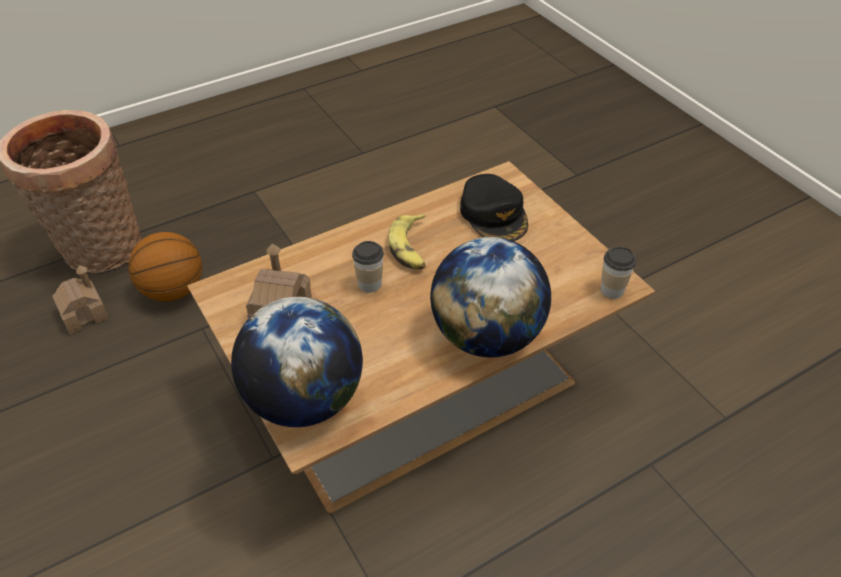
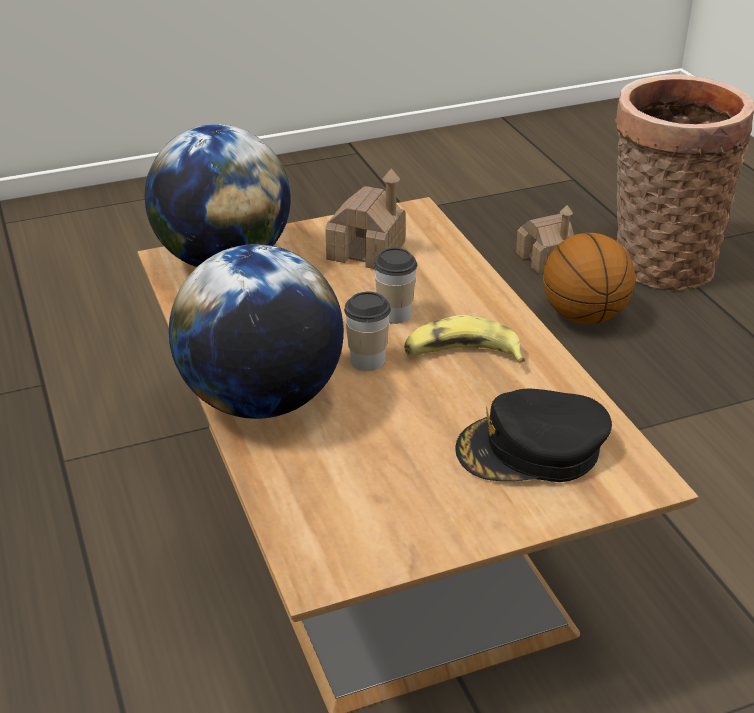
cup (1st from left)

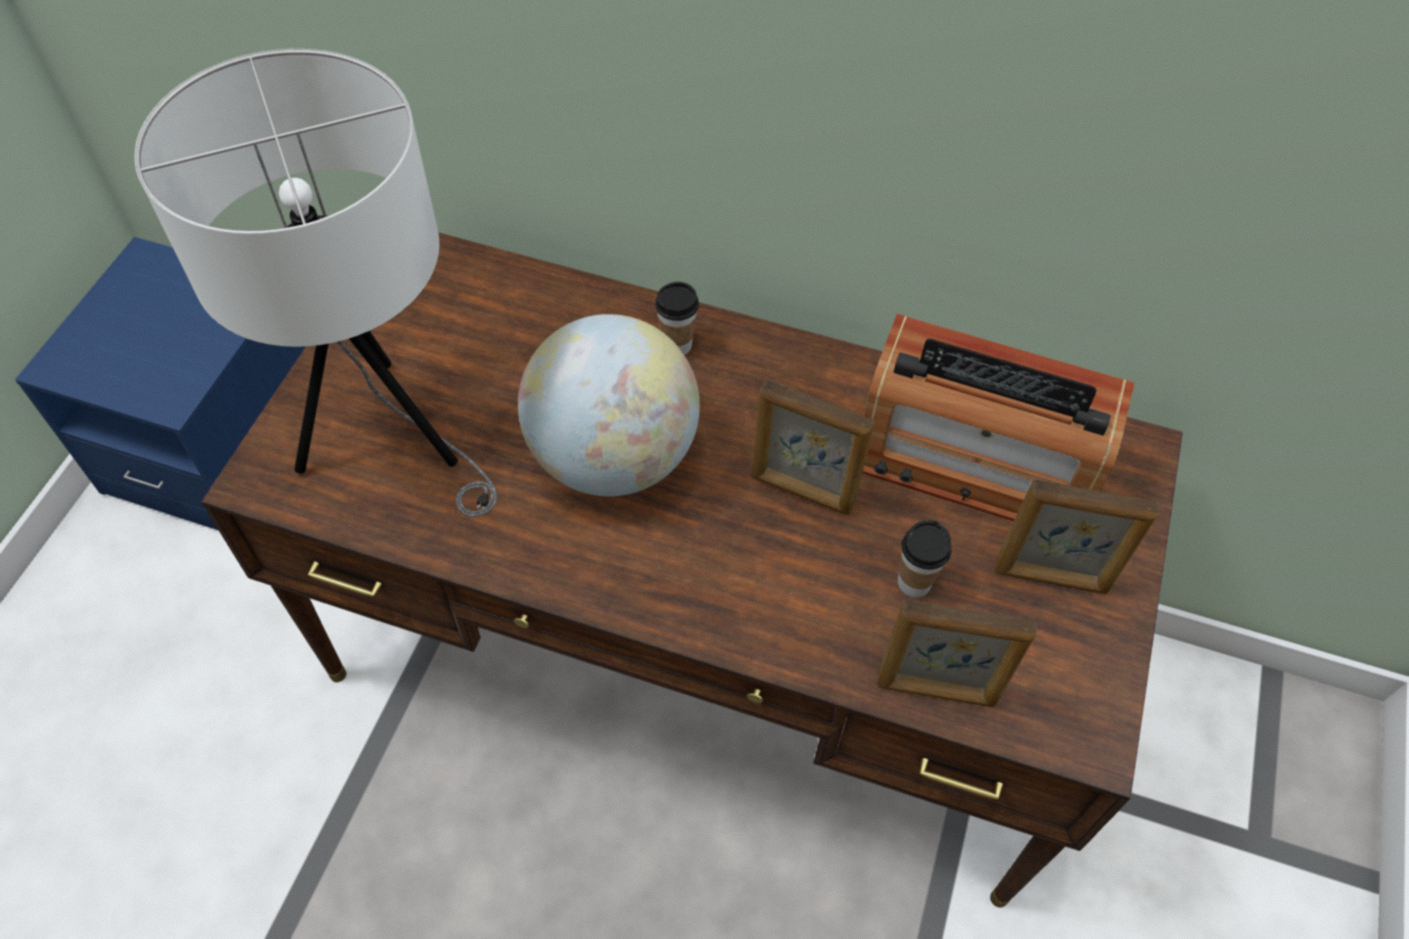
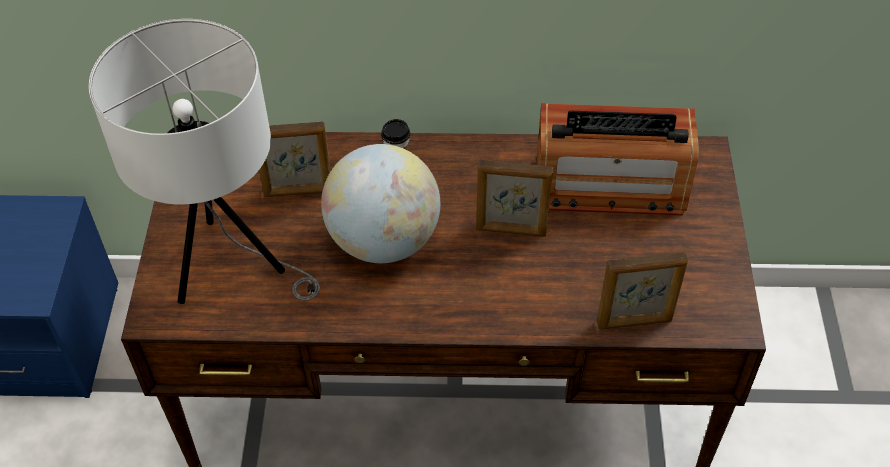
picture frame (1st from left); cup (2nd from left in the first image)

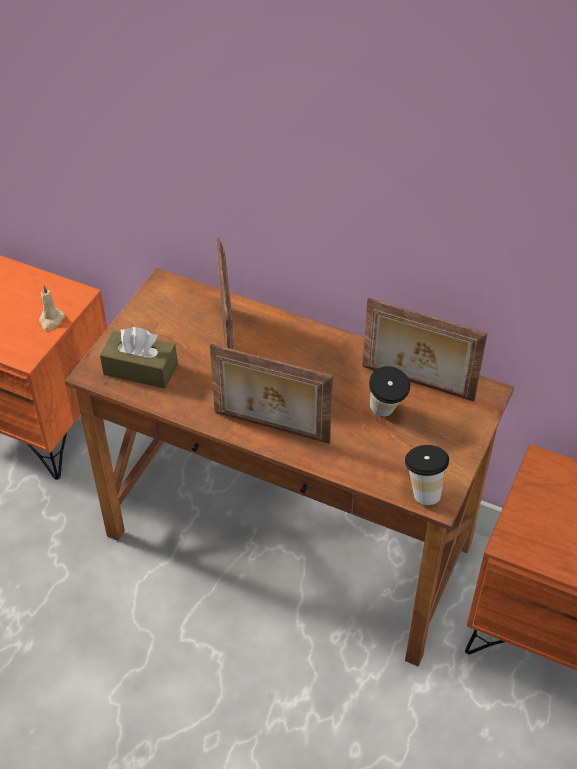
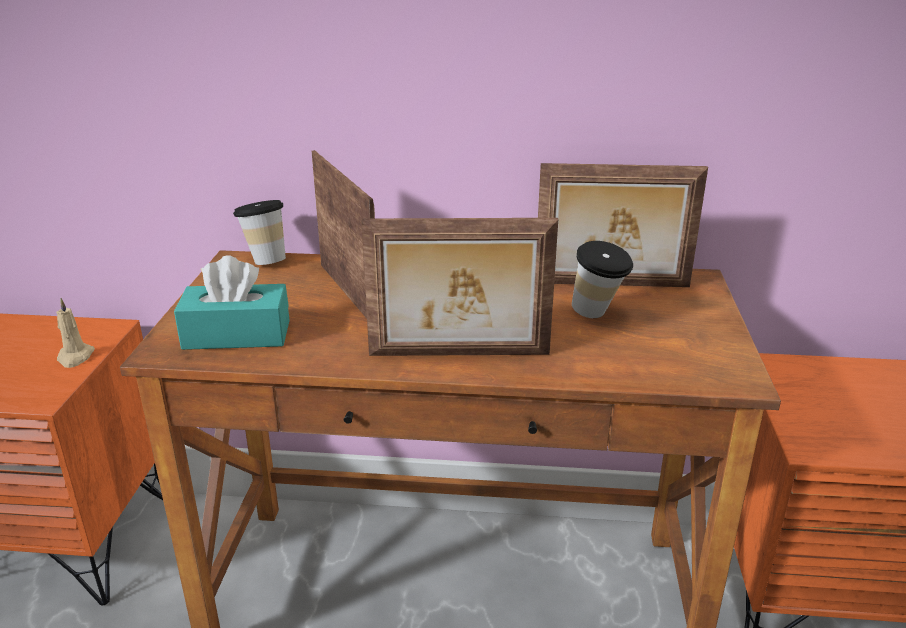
turquoise tissue box; cup (1st from left)

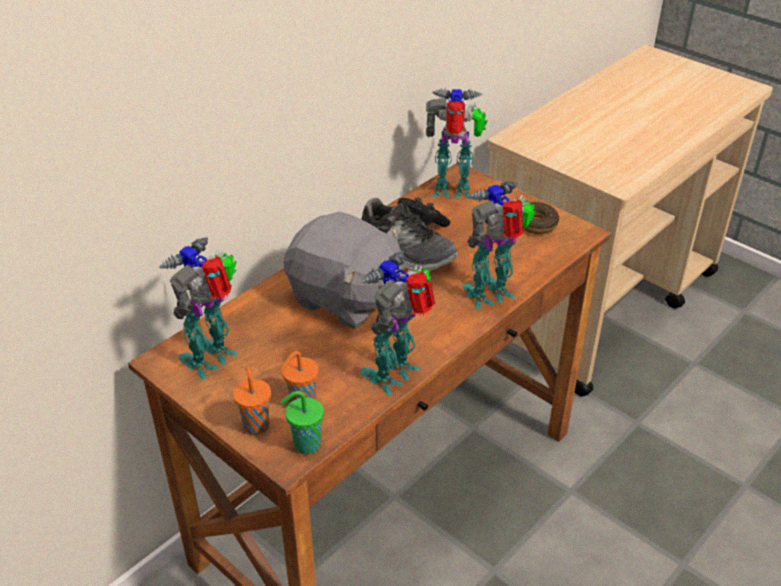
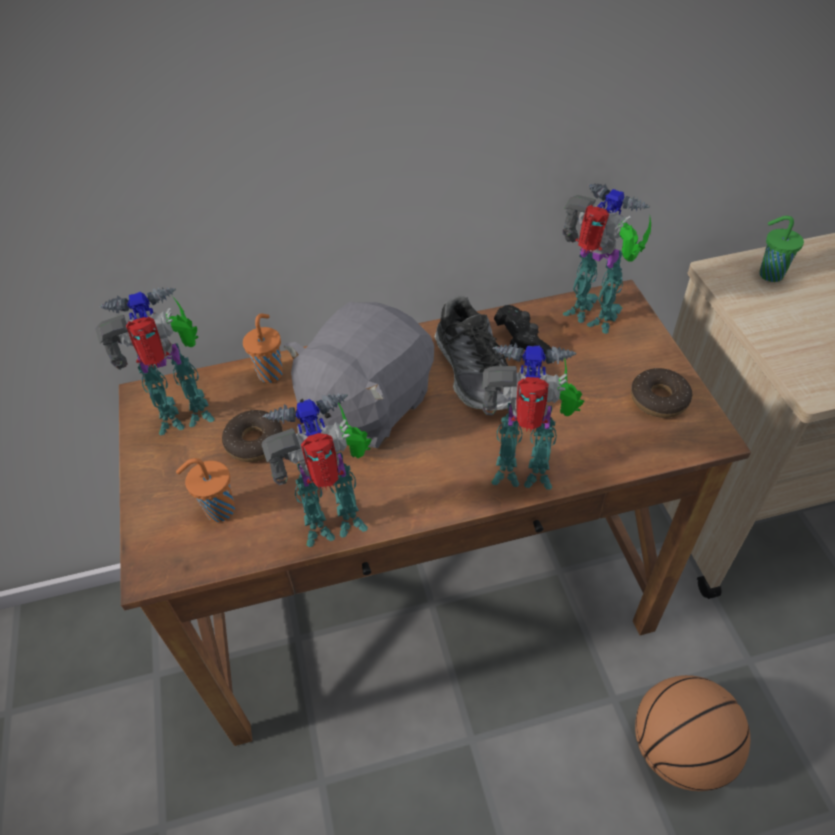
donut (1st from left); orange cup (2nd from left); grey plush toy; basketball; green cup

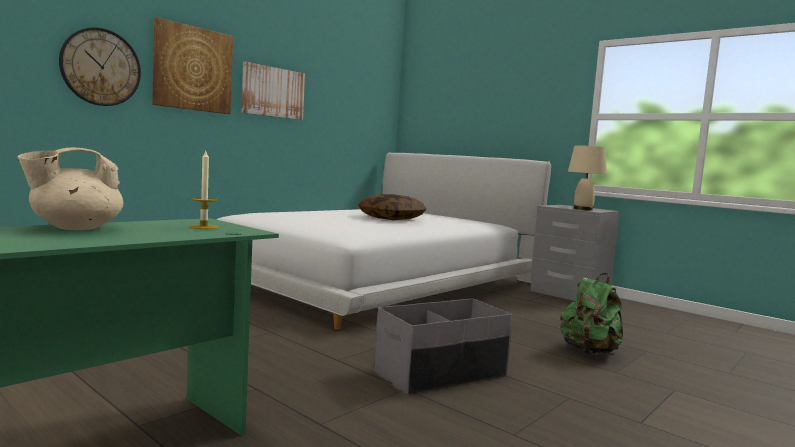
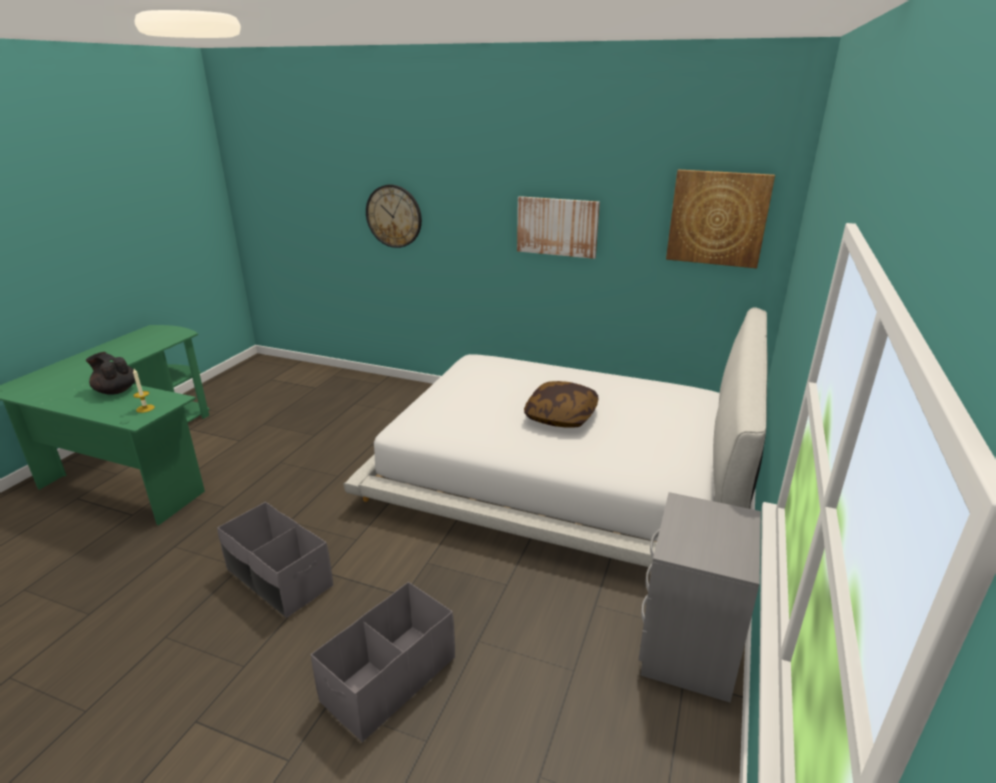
black teapot; grey storage box (2nd from left); picture (2nd from left); beige table lamp

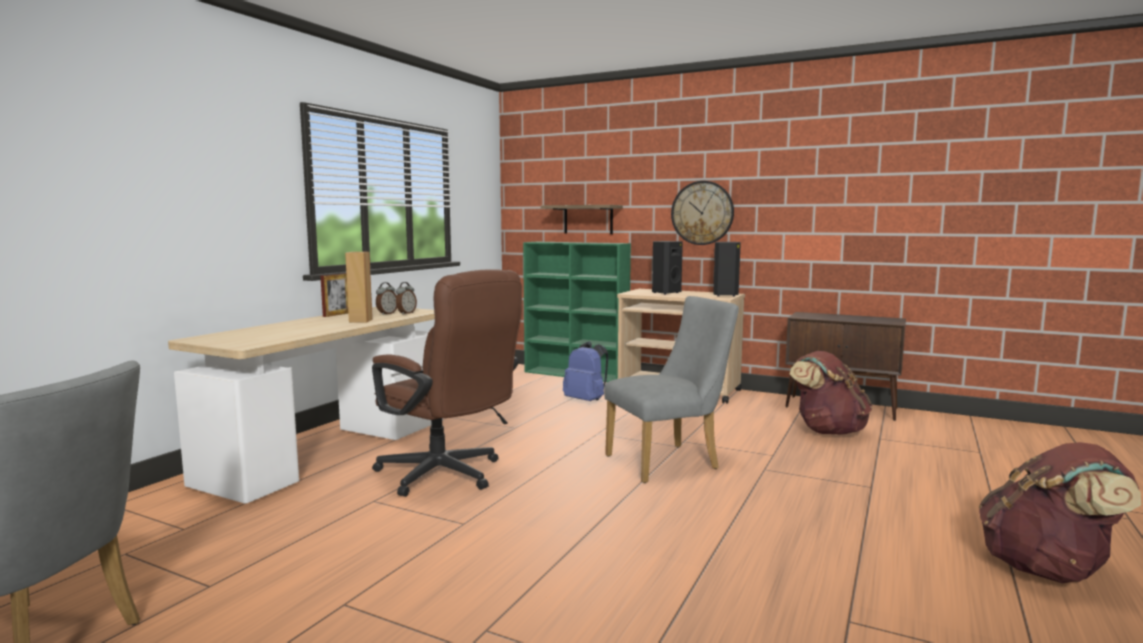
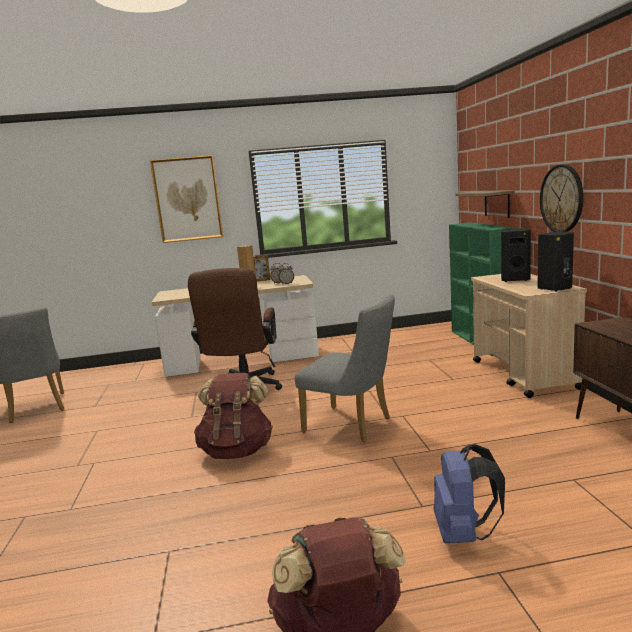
picture; brown backpack (1st from left); blue backpack

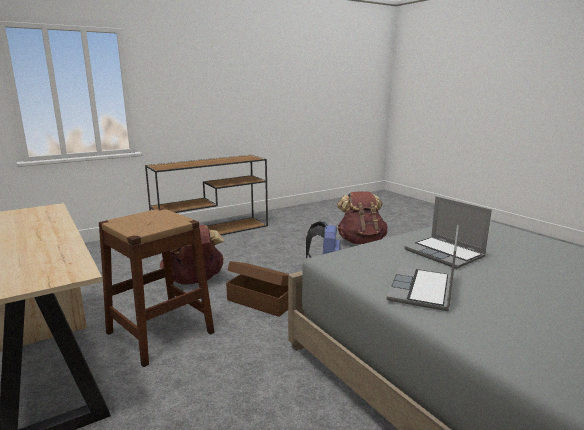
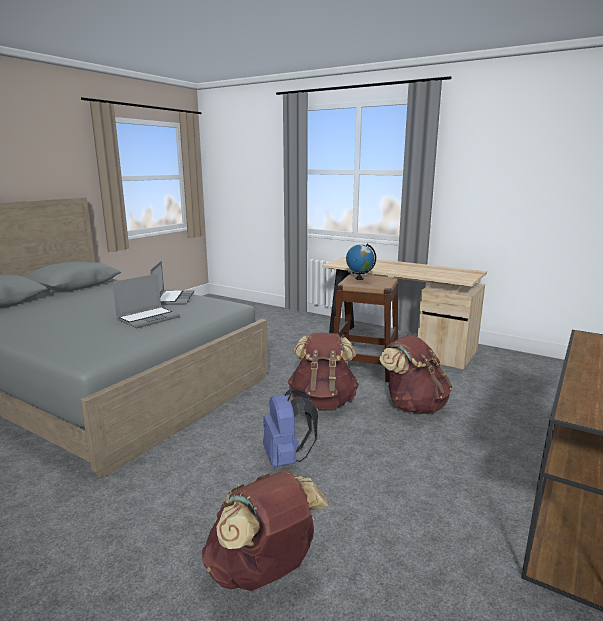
laptop (1st from left); brown backpack (2nd from left); globe

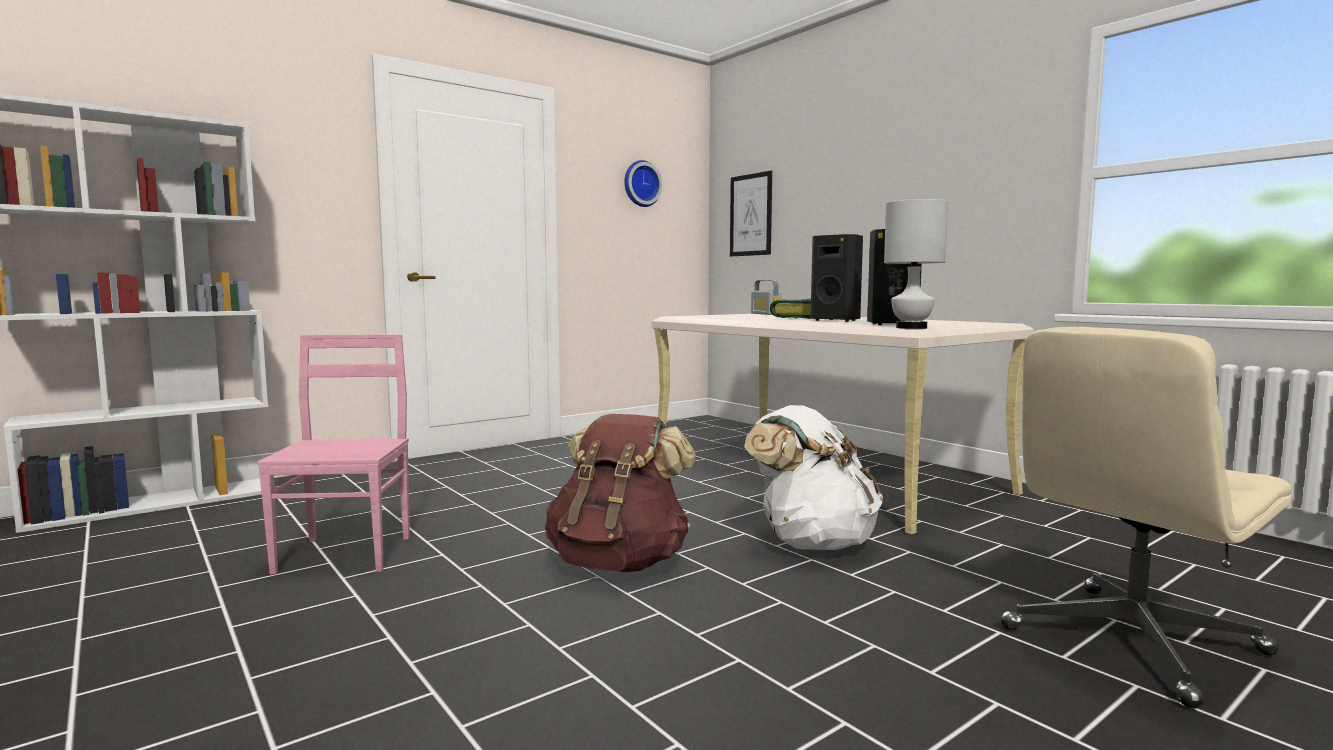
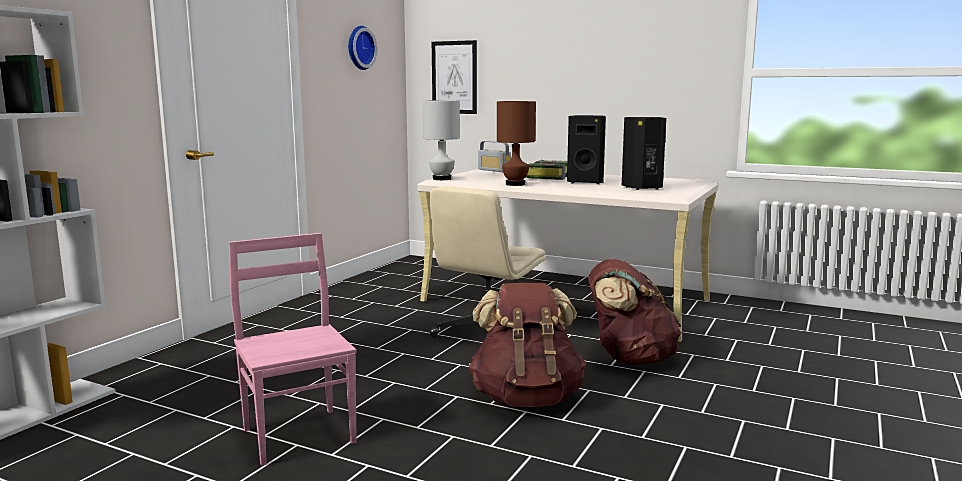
white table lamp; beige office chair; brown table lamp; brown backpack (2nd from left)

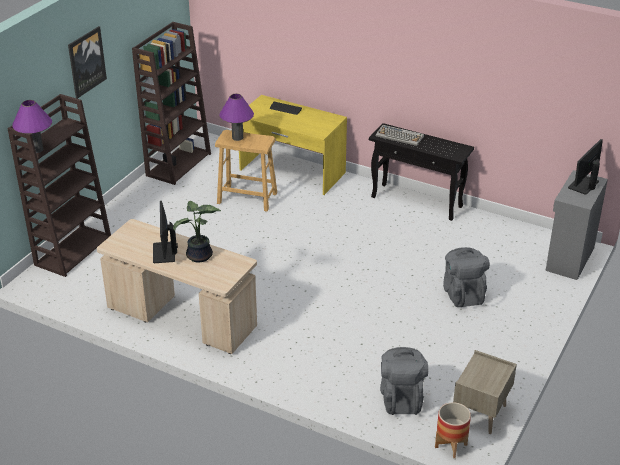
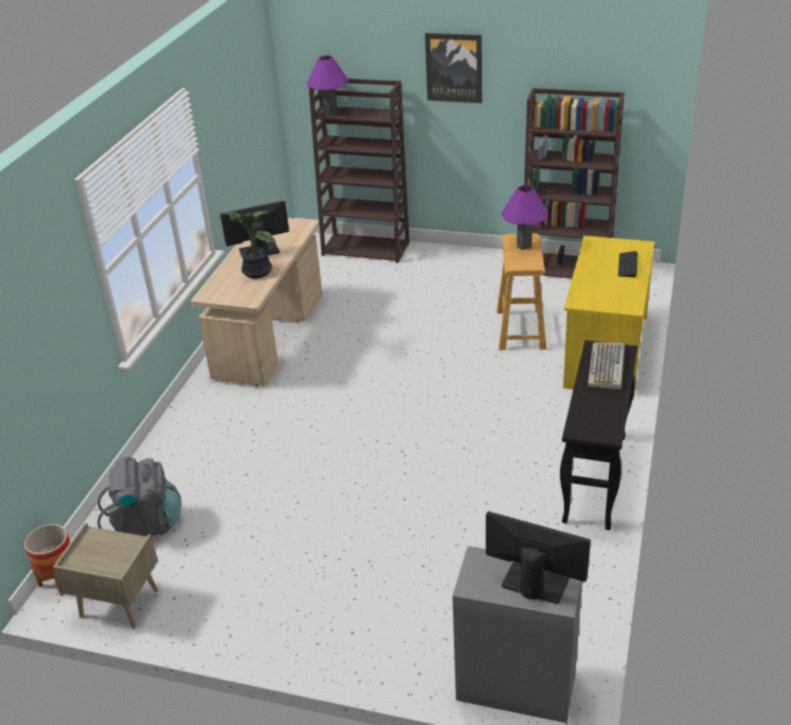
grey backpack (2nd from left in the first image)

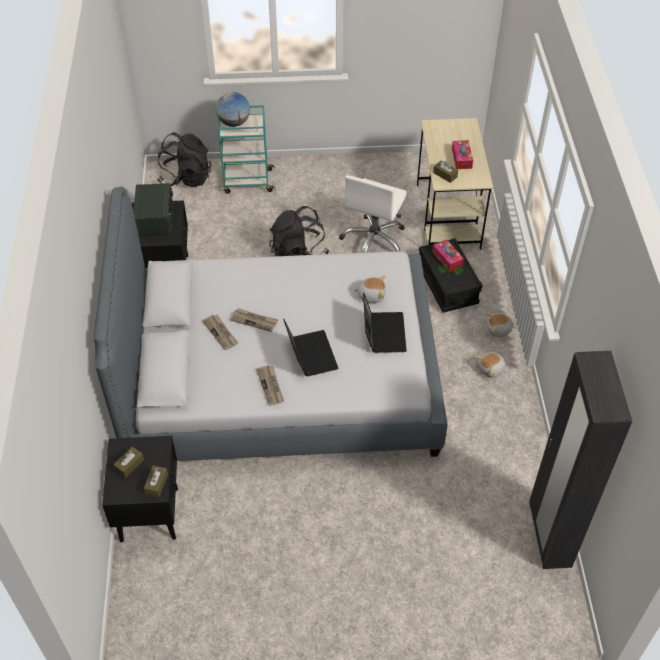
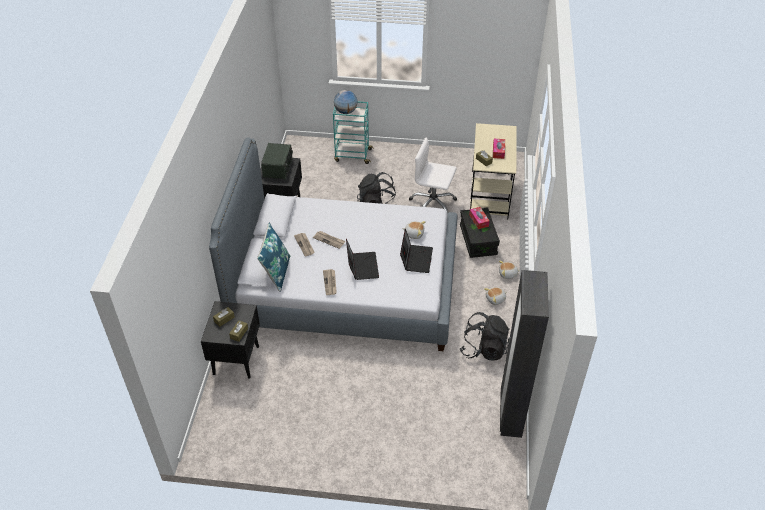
blue pillow; white office chair; black backpack (2nd from left)

